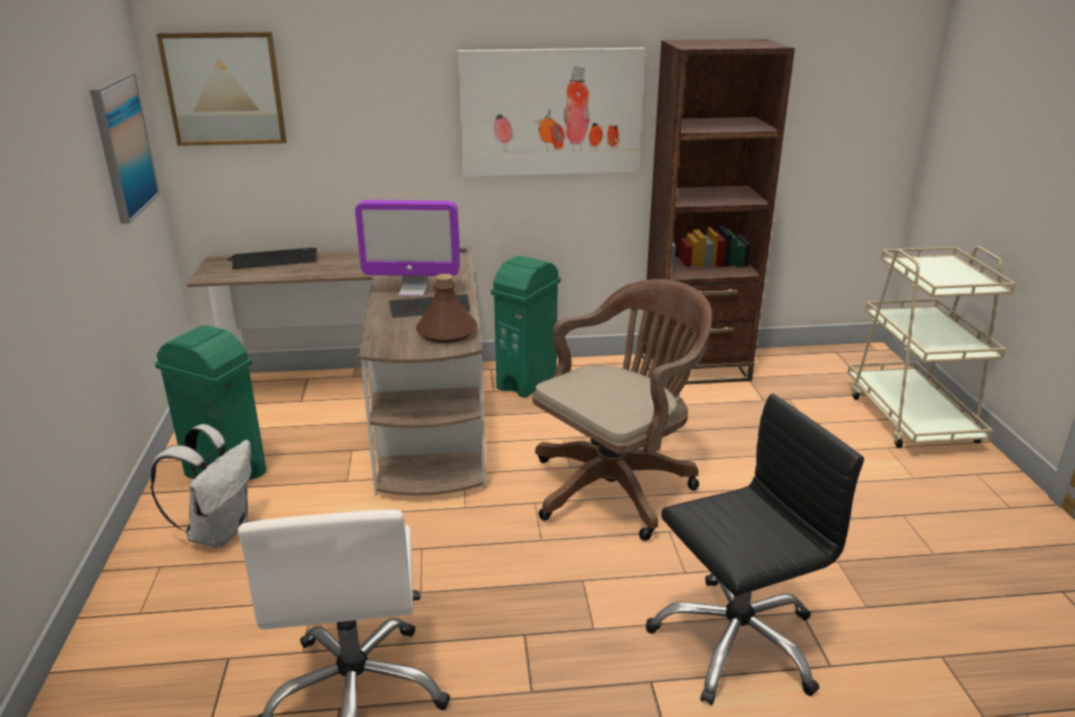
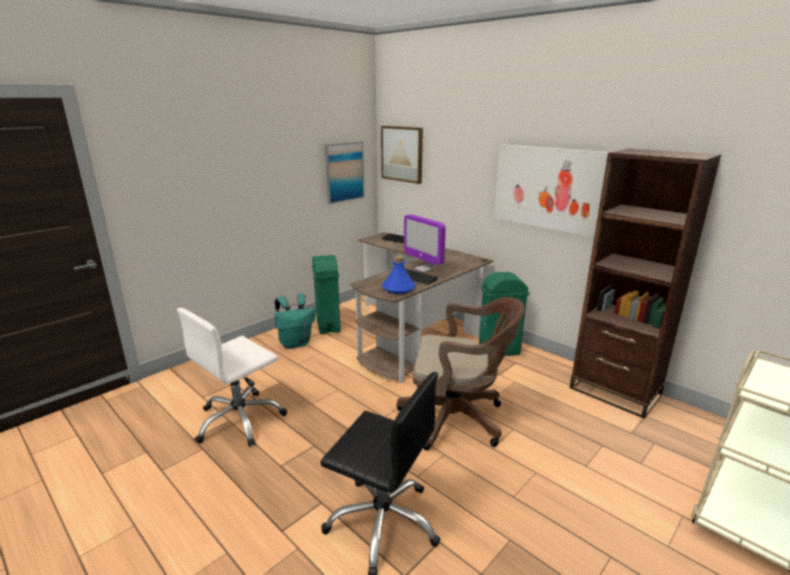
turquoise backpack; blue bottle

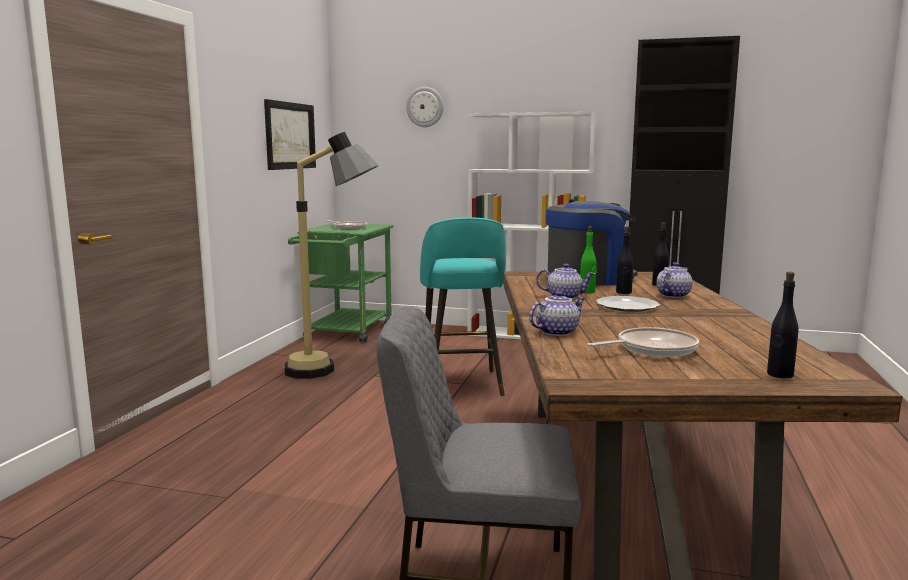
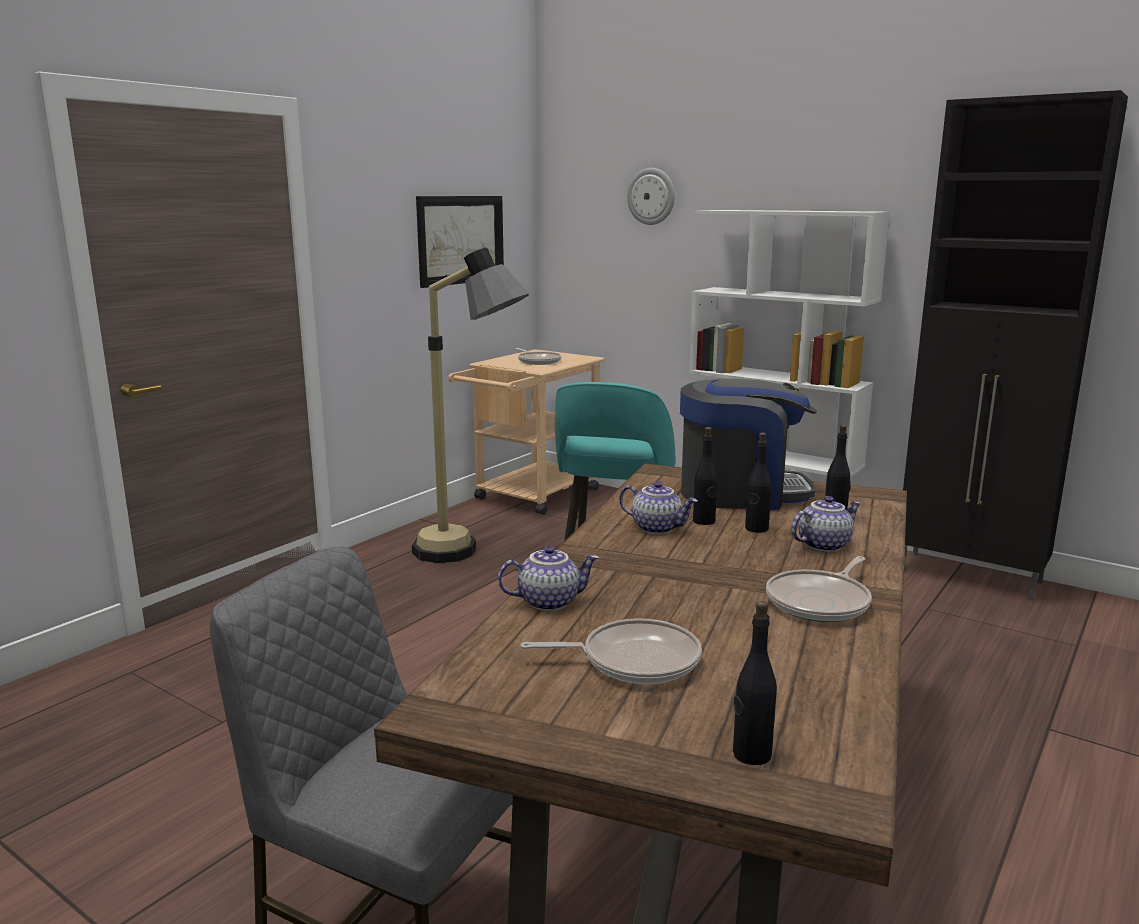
beige cart; black bottle (1st from left); frying pan (3rd from left); plate

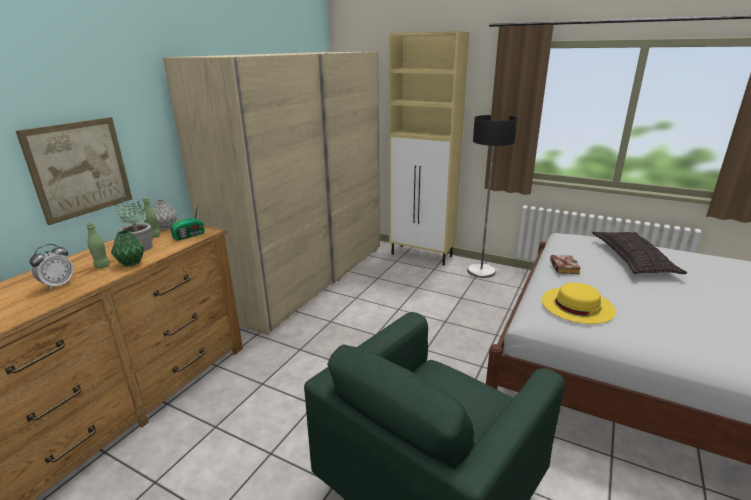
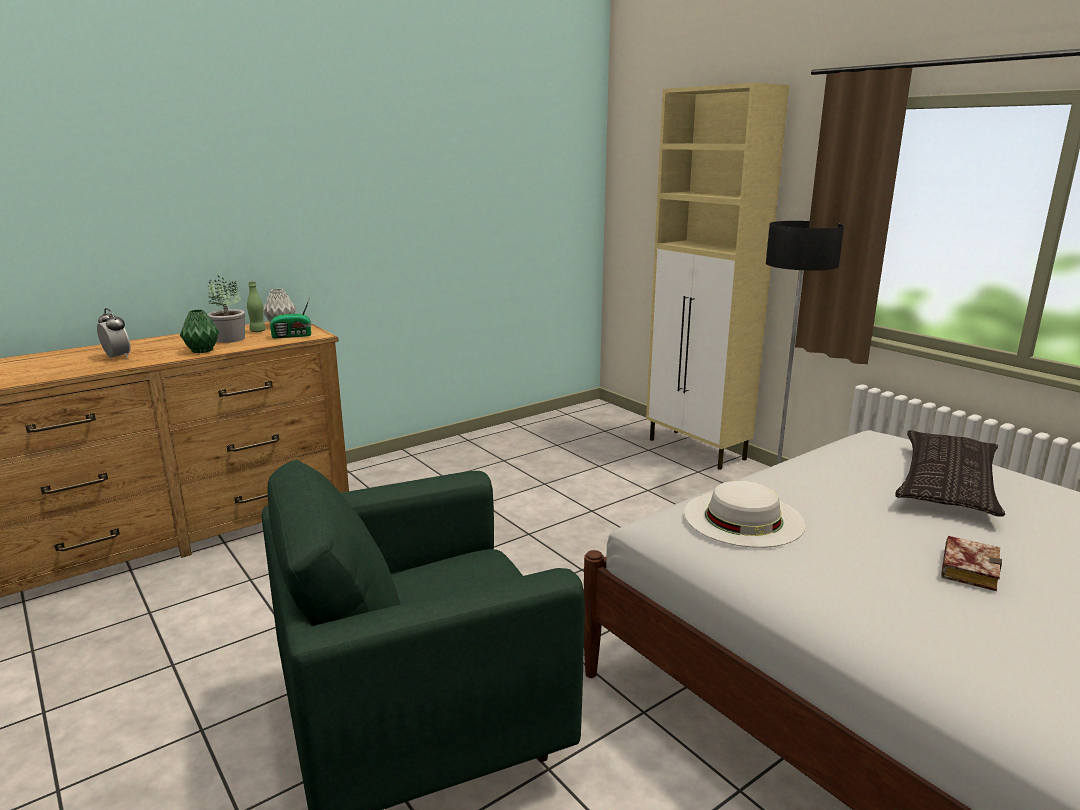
alarm clock; white hat; book; picture; green bottle (1st from left in the first image); beige wardrobe

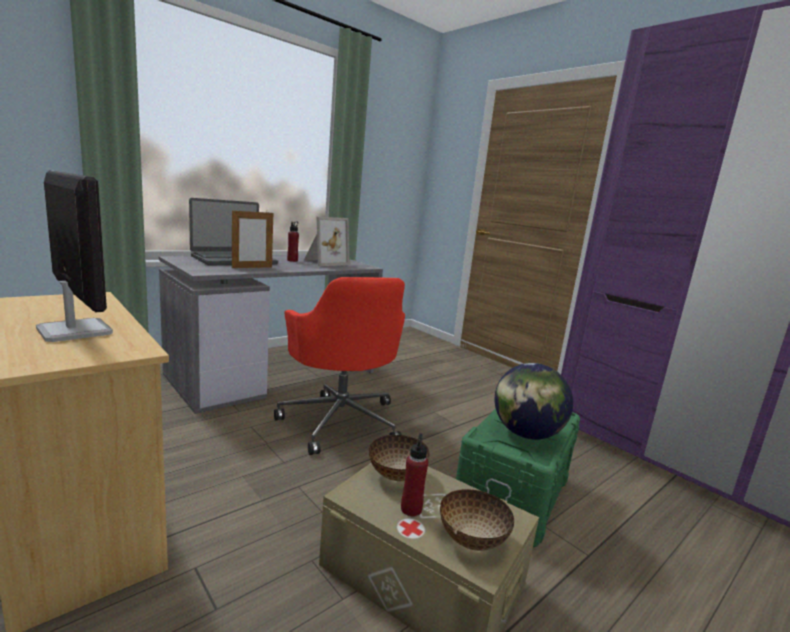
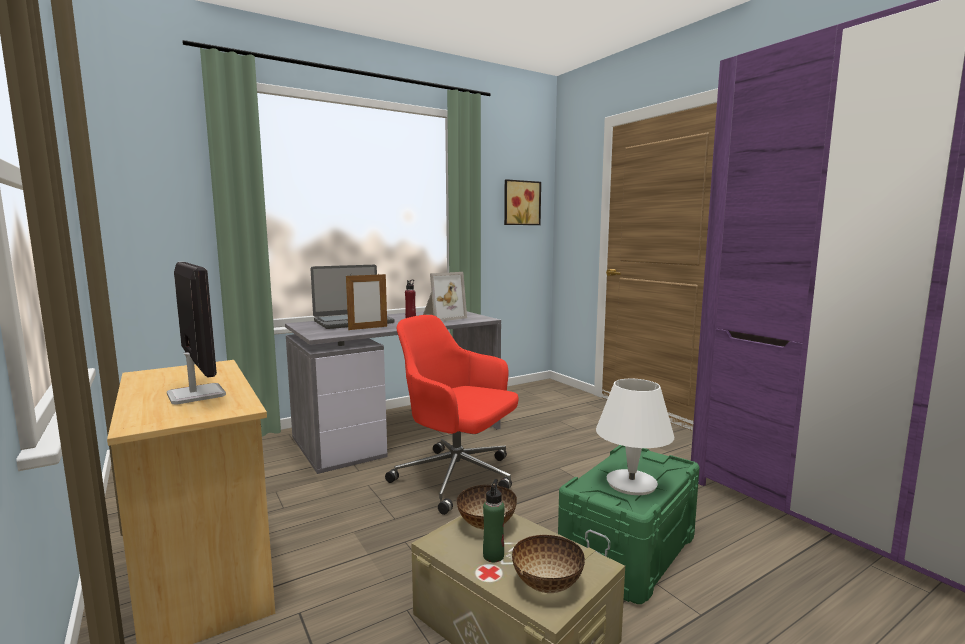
red office chair; green bottle; picture; white table lamp

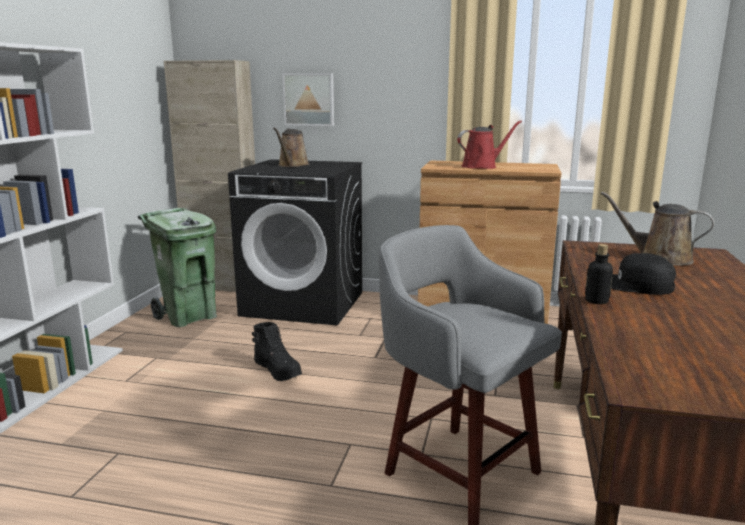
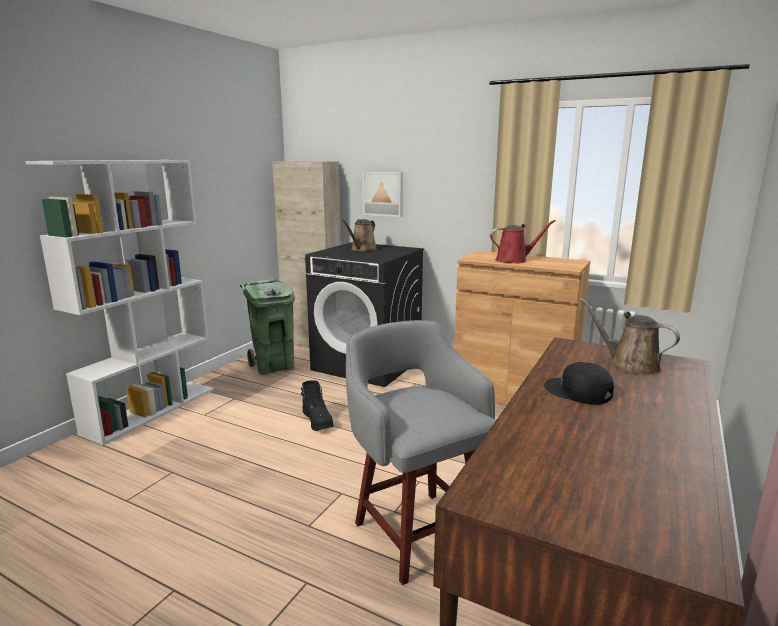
bottle

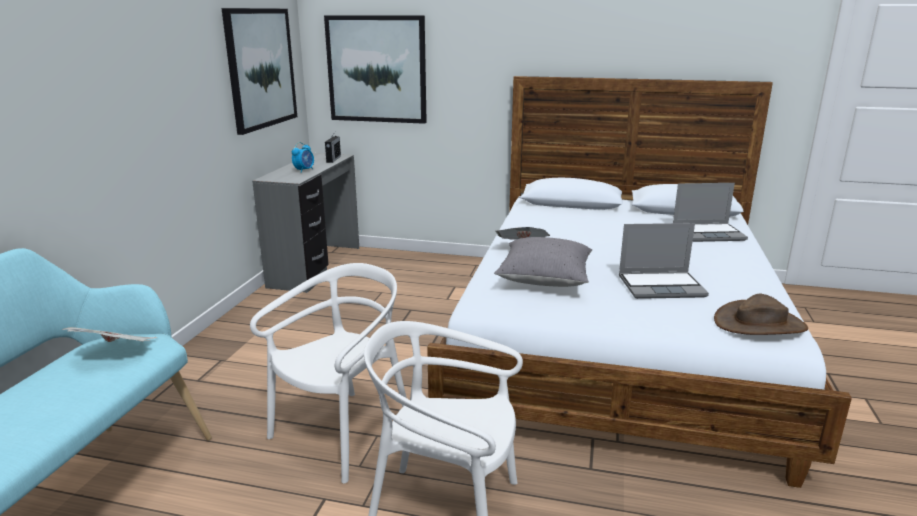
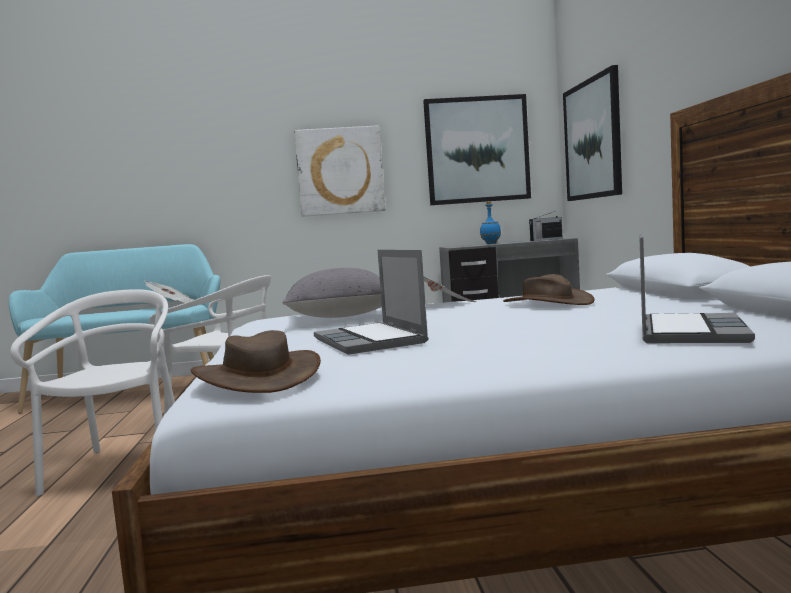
picture (1st from left); blue bottle; brown hat (2nd from left); laptop (2nd from left)

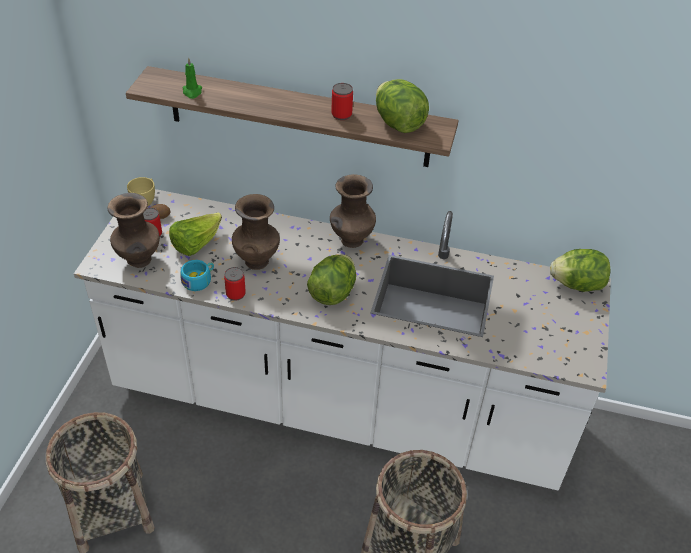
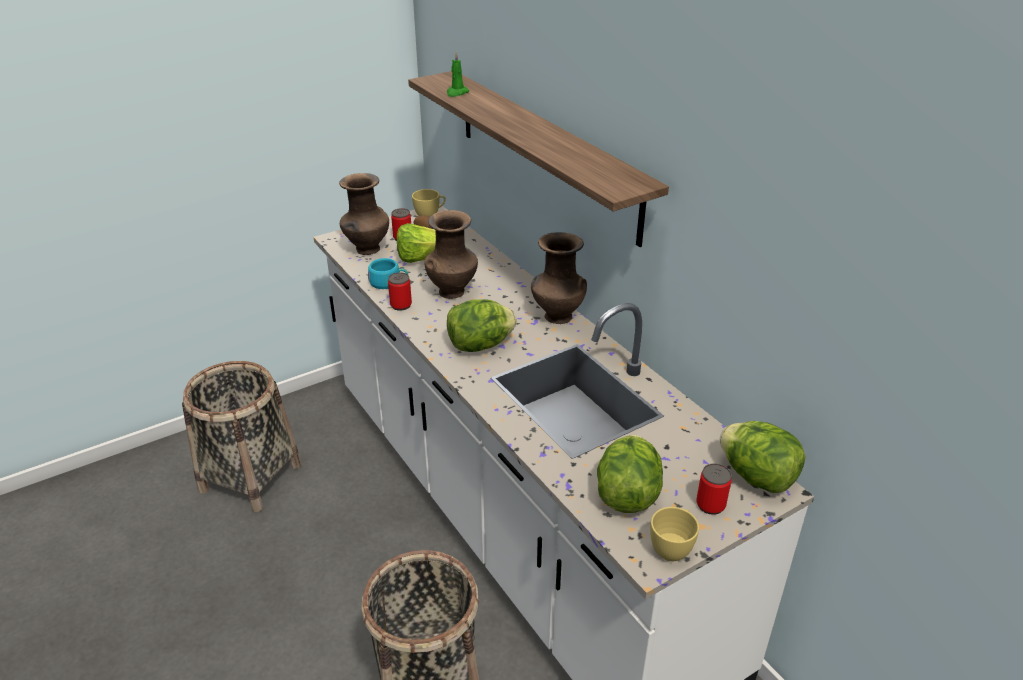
lettuce (3rd from left); yellow cup (2nd from left); can (3rd from left)

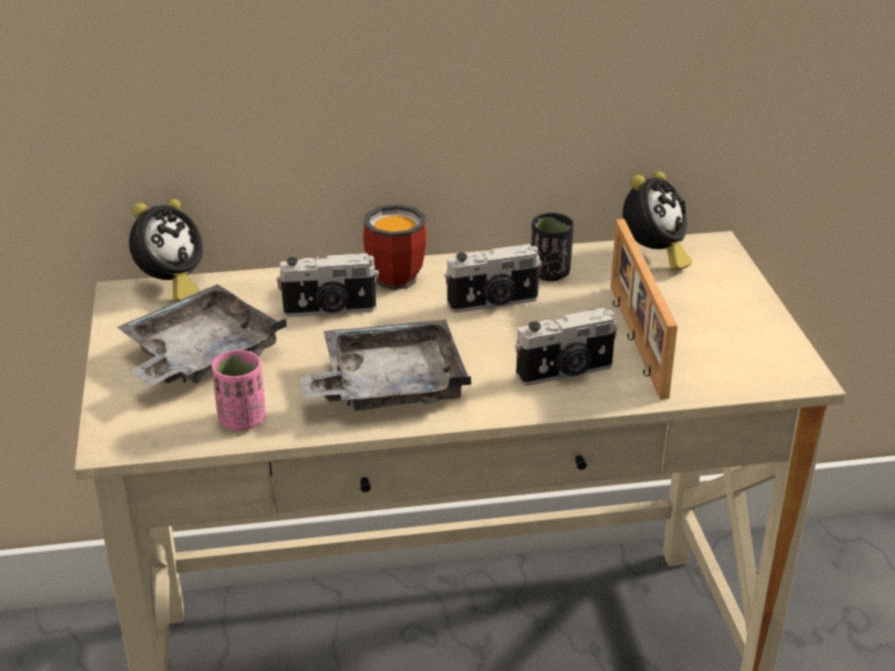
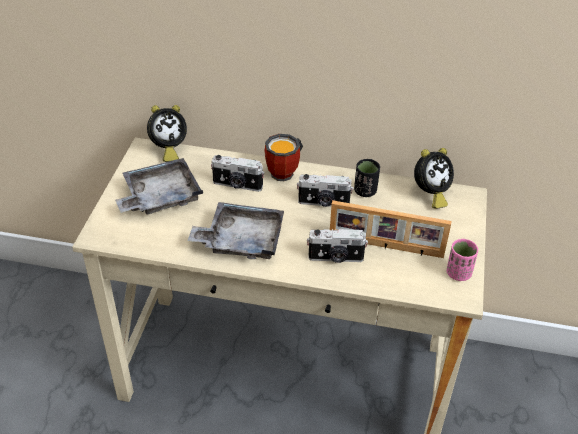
picture frame; pink cup

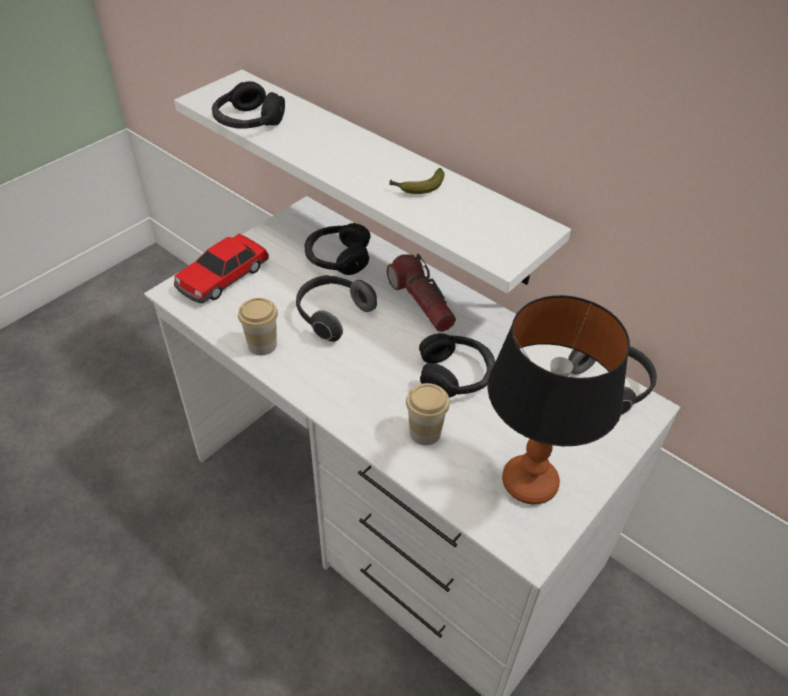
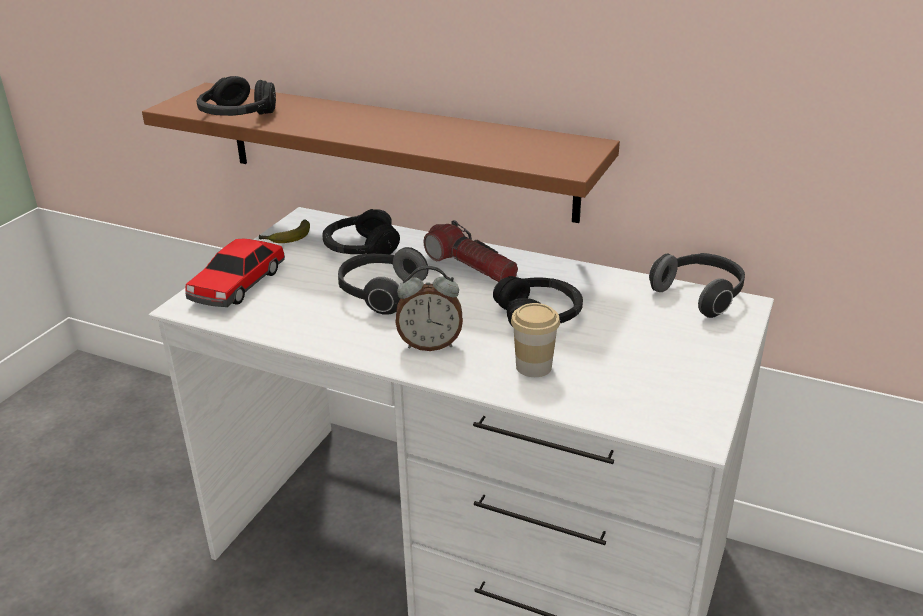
brown shelf; banana; alarm clock; cup (1st from left in the first image); table lamp

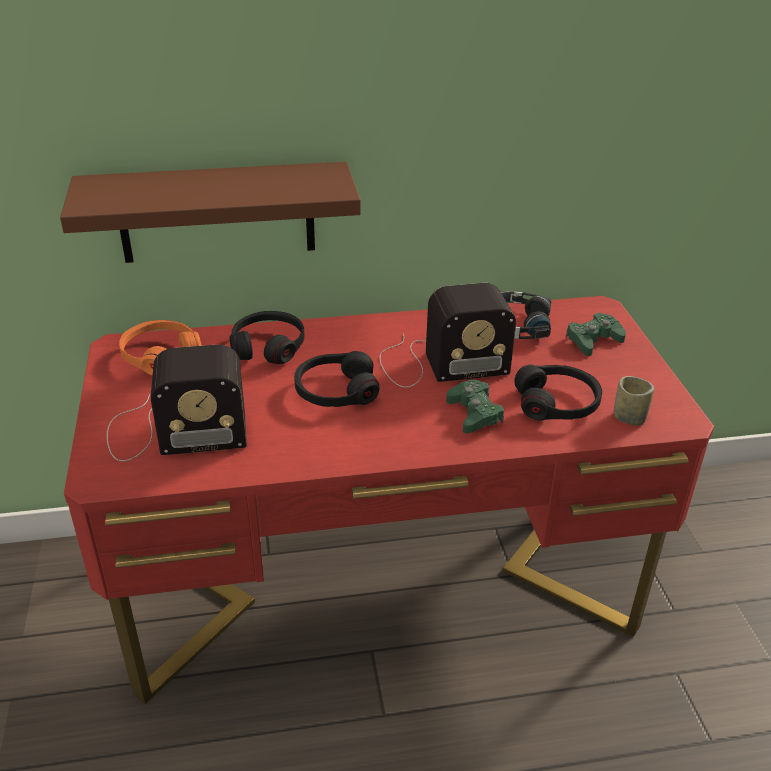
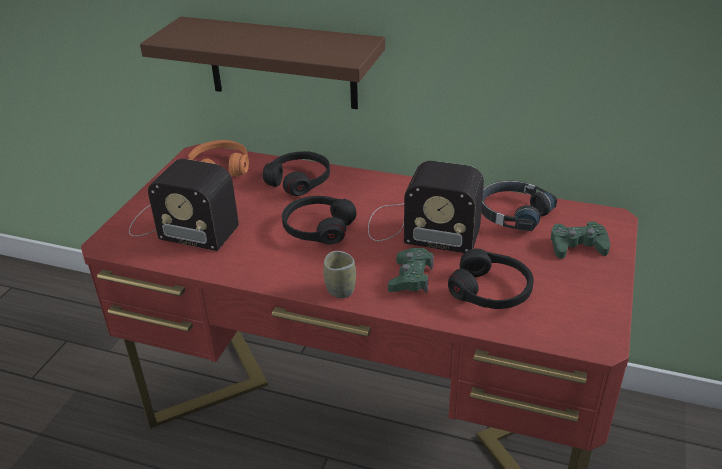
cup

